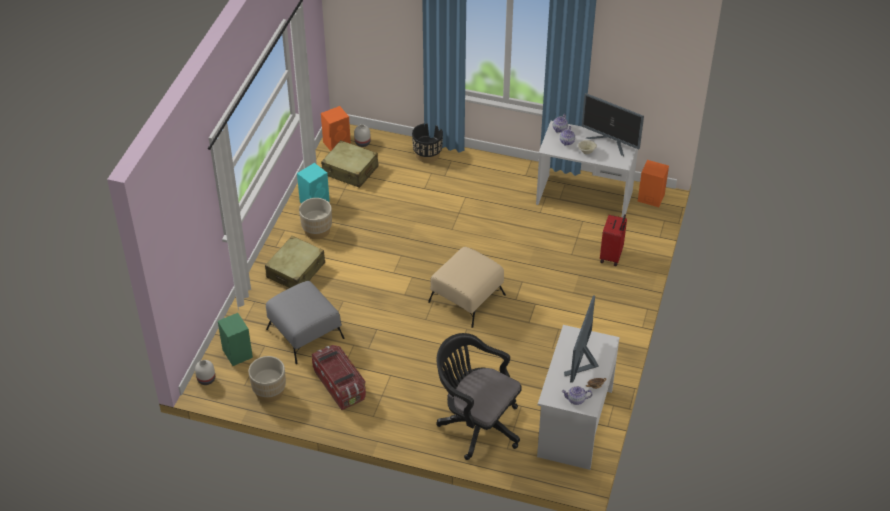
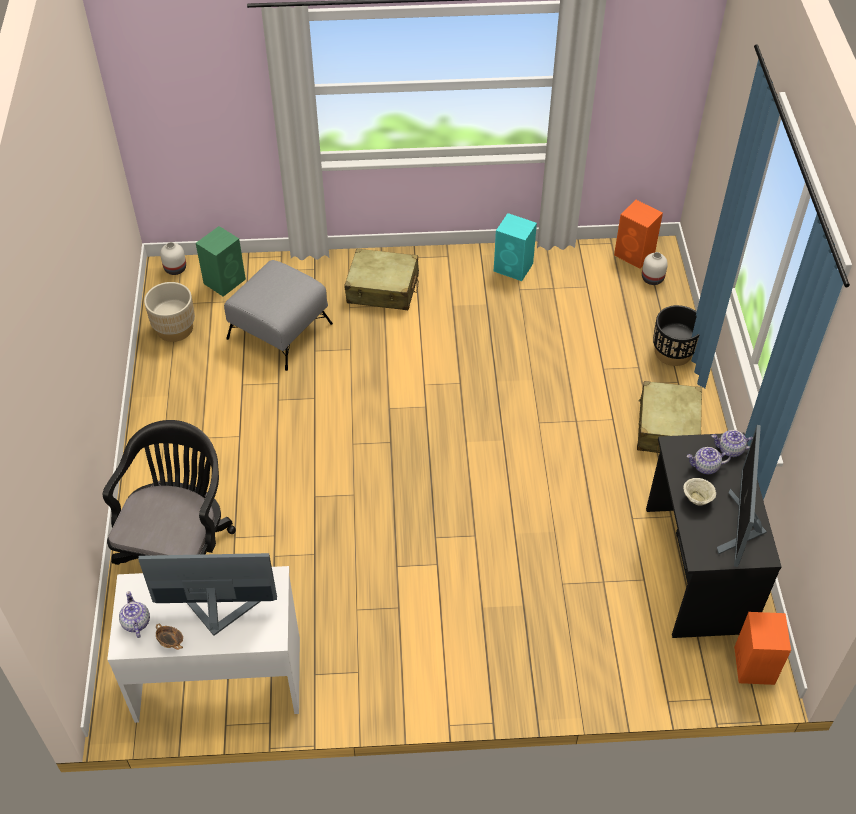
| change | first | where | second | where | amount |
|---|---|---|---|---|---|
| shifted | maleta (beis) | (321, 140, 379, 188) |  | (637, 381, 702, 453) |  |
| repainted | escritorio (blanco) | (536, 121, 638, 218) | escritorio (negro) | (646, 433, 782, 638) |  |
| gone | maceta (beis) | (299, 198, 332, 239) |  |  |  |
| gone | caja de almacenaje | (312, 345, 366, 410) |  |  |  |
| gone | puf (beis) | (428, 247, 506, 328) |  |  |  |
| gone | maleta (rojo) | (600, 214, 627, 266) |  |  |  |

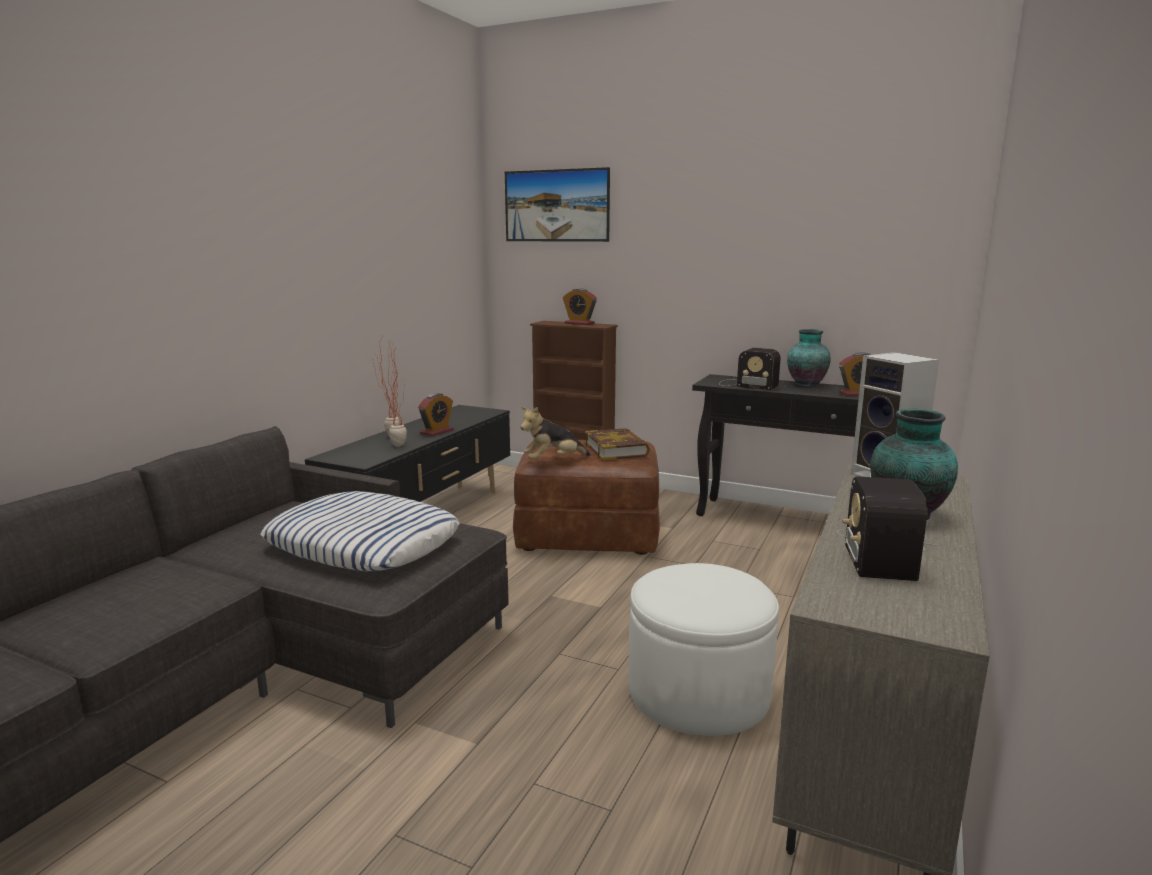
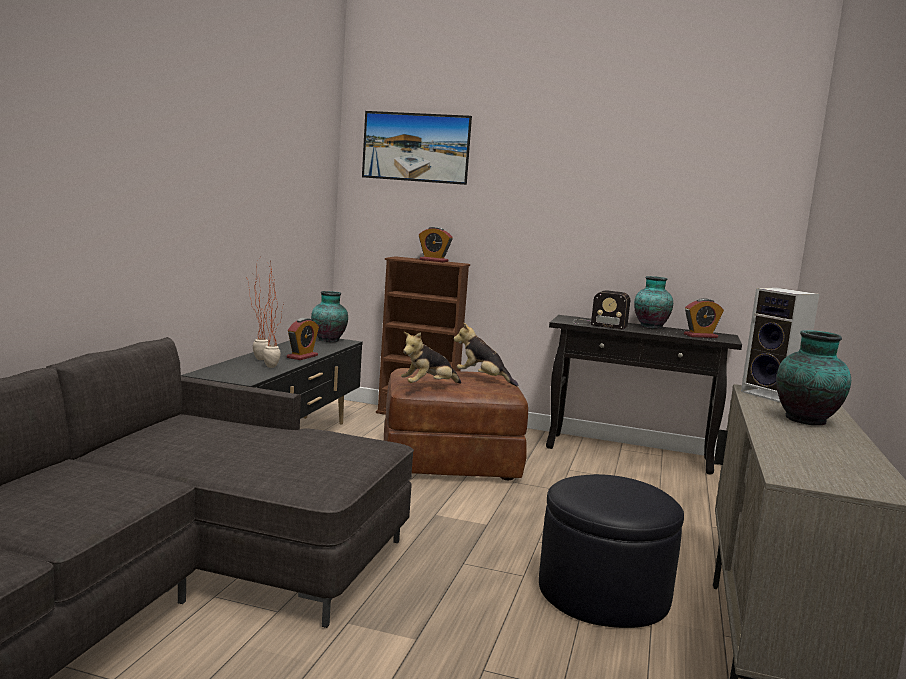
| change | first | where | second | where | amount |
|---|---|---|---|---|---|
| new |  |  | florero | (311, 291, 348, 342) |  |
| swapped | libro | (585, 428, 650, 460) | peluche | (454, 322, 518, 386) |  |
| repainted | puf (blanco) | (628, 563, 779, 736) | puf (negro) | (539, 474, 684, 628) |  |
| gone | cojín | (261, 491, 460, 571) |  |  |  |
| gone | radio | (837, 476, 938, 581) |  |  |  |

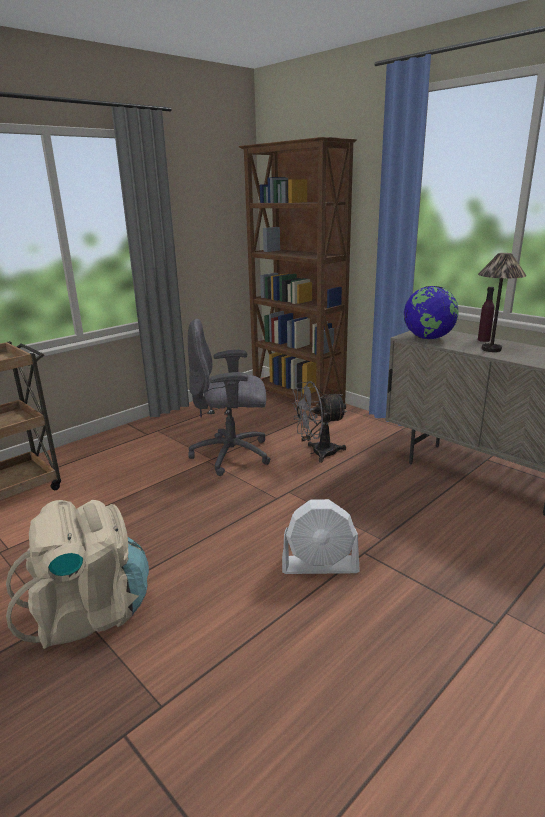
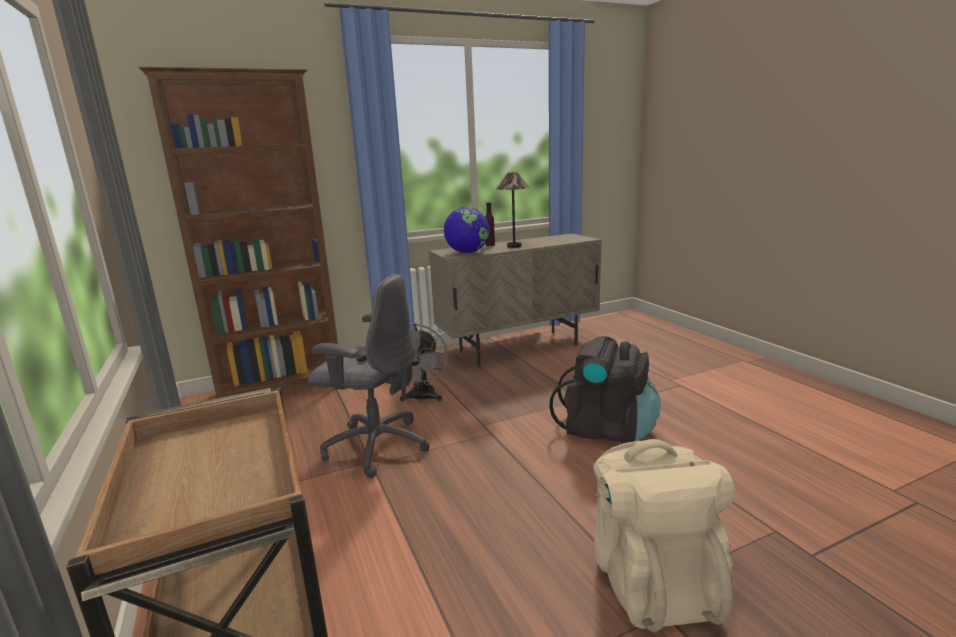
| change | first | where | second | where | amount |
|---|---|---|---|---|---|
| rotated | silla de oficina (gris) | (188, 319, 271, 476) |  | (308, 274, 430, 478) | 90 degrees counterclockwise |
| swapped | ventilador (blanco) | (282, 499, 360, 574) | mochila (negro) | (549, 336, 661, 444) |  |

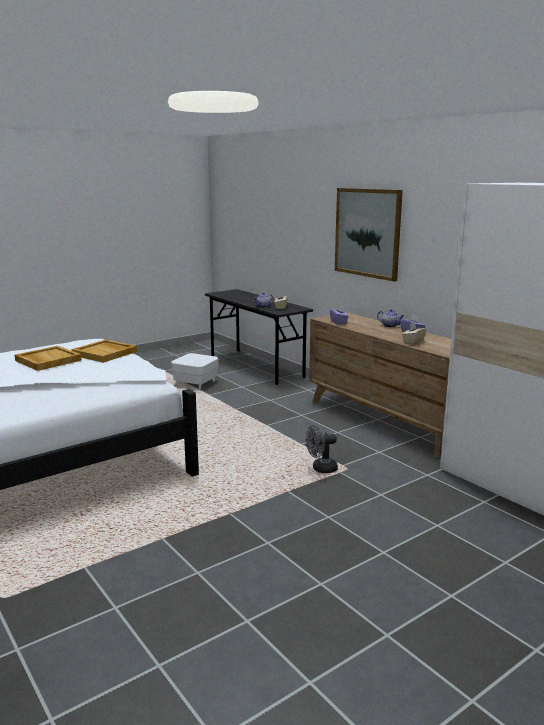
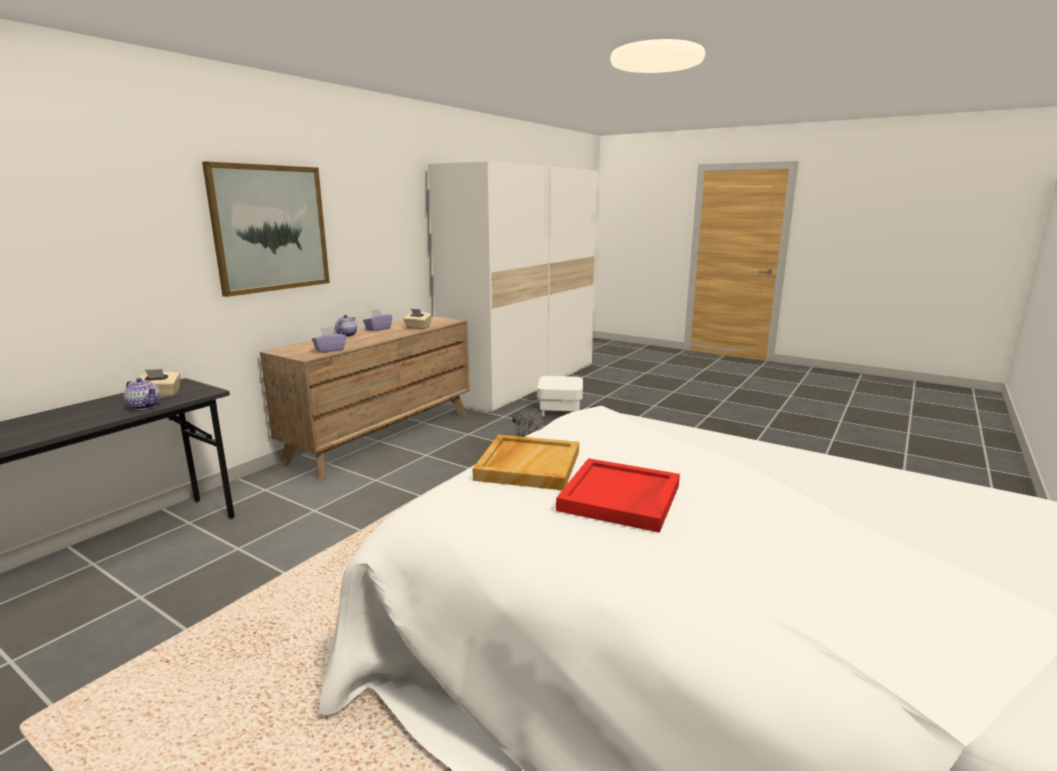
| change | first | where | second | where | amount |
|---|---|---|---|---|---|
| shifted | puf (blanco) | (171, 353, 218, 389) |  | (537, 376, 583, 416) |  |
| repainted | bandeja (beis) | (15, 346, 82, 371) | bandeja (rojo) | (556, 458, 680, 533) |  |

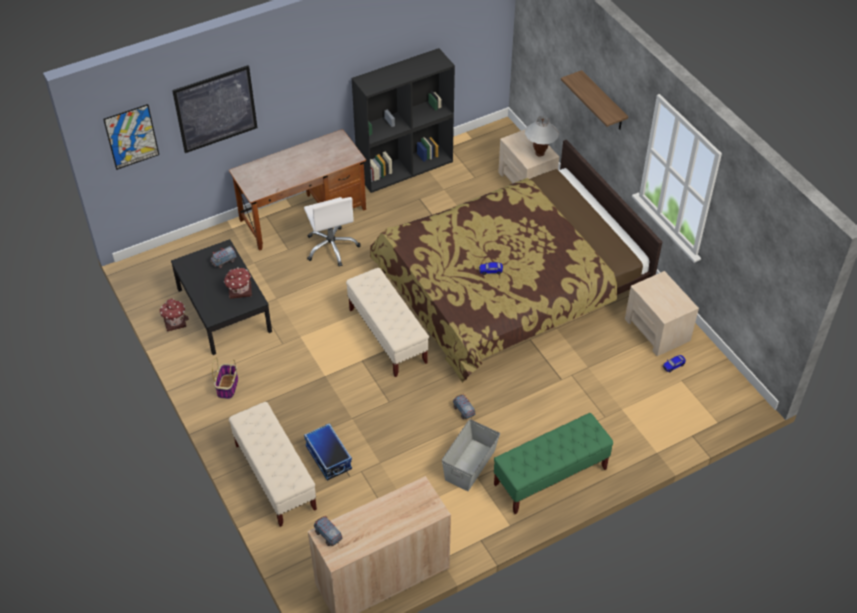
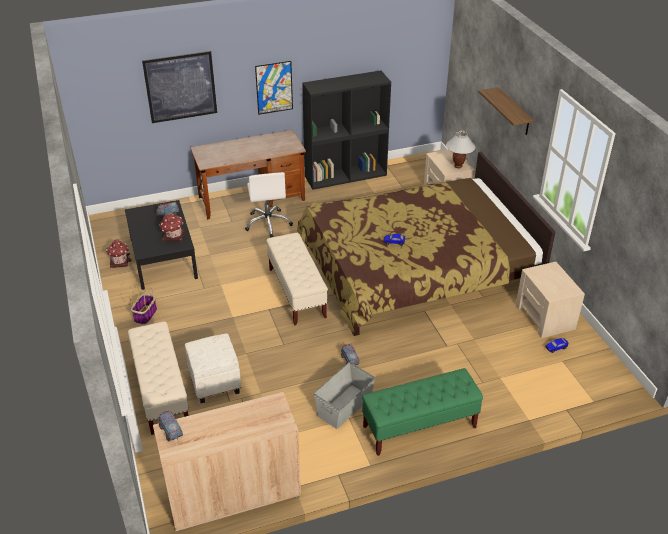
| change | first | where | second | where | amount |
|---|---|---|---|---|---|
| swapped | caja de almacenaje | (304, 423, 352, 481) | puf (blanco) | (185, 333, 241, 403) |  |
| shifted | cuadro | (103, 104, 159, 170) |  | (255, 61, 293, 115) |  |

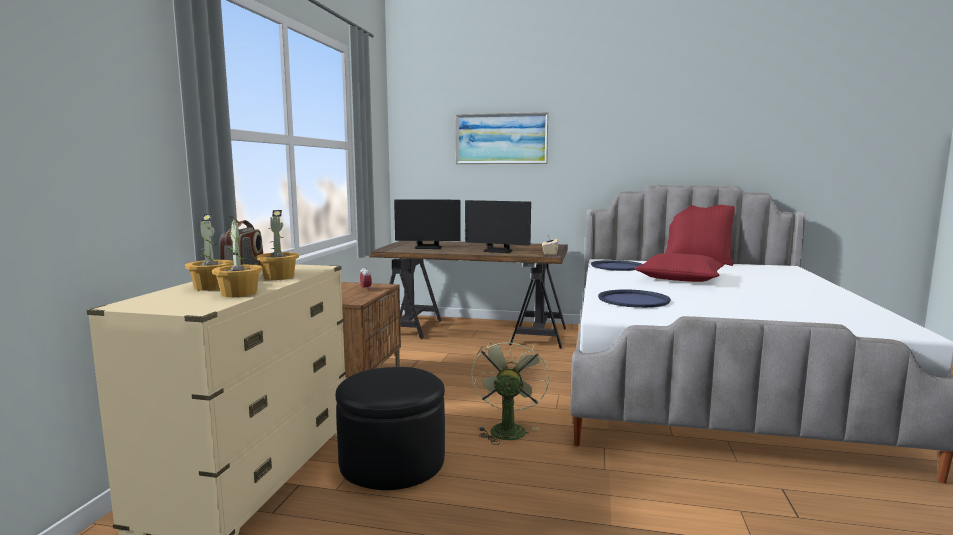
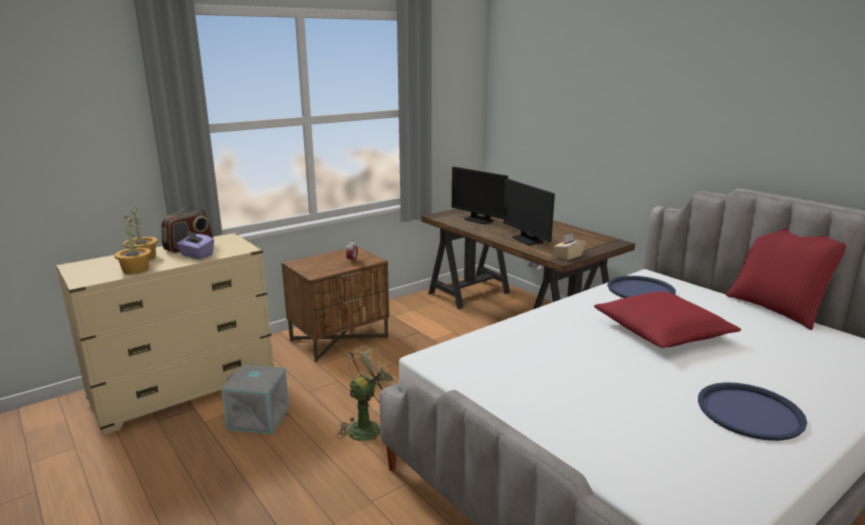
| change | first | where | second | where | amount |
|---|---|---|---|---|---|
| swapped | planta en maceta | (257, 210, 299, 280) | caja de pañuelos (morado) | (176, 231, 214, 259) |  |
| swapped | puf (negro) | (336, 367, 445, 490) | caja de almacenaje (gris) | (221, 365, 289, 434) |  |
| shifted | bandeja (azul) | (598, 289, 671, 308) |  | (698, 382, 807, 441) |  |
| gone | cuadro | (455, 112, 549, 164) |  |  |  |

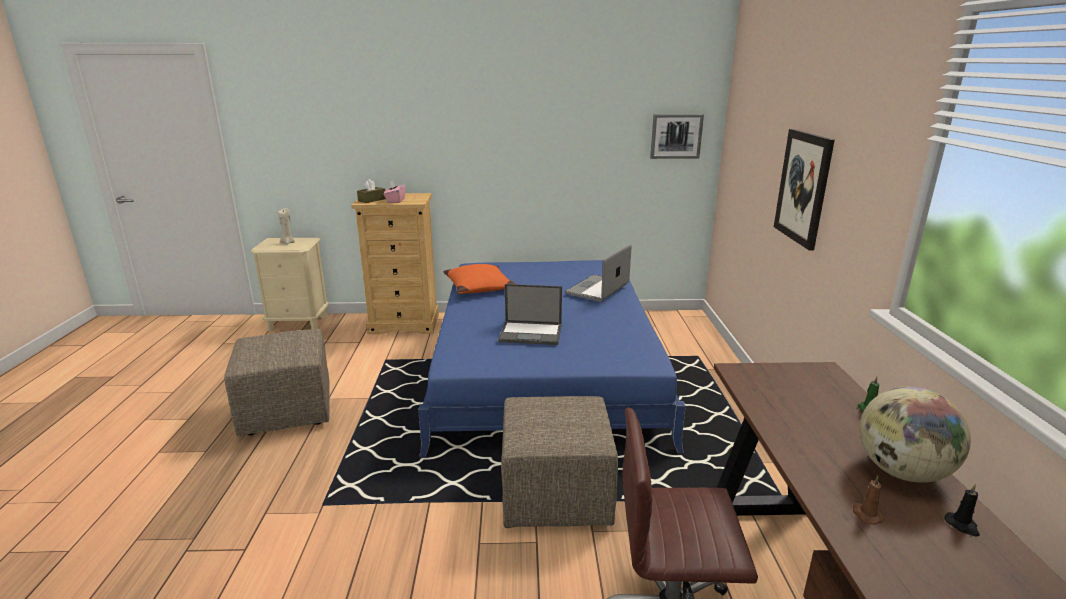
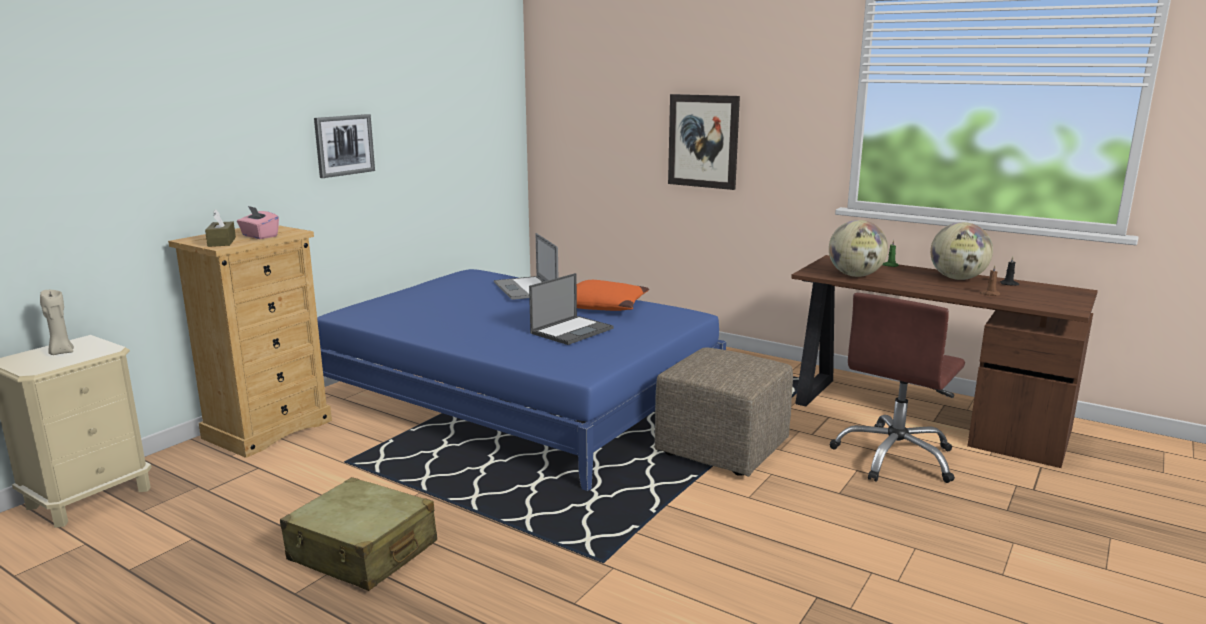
| change | first | where | second | where | amount |
|---|---|---|---|---|---|
| swapped | puf (beis) | (224, 329, 330, 437) | maleta (beis) | (280, 477, 437, 591) |  |
| shifted | cuadro | (650, 114, 704, 159) |  | (314, 114, 375, 178) |  |
| shifted | cojín (naranja) | (444, 264, 516, 294) |  | (577, 280, 649, 311) |  |
| new |  |  | globo terráqueo | (829, 220, 888, 277) |  |

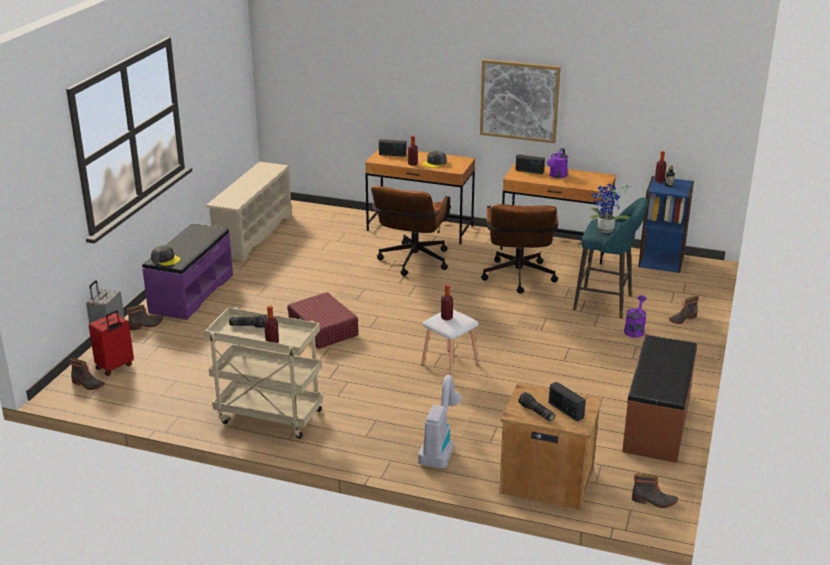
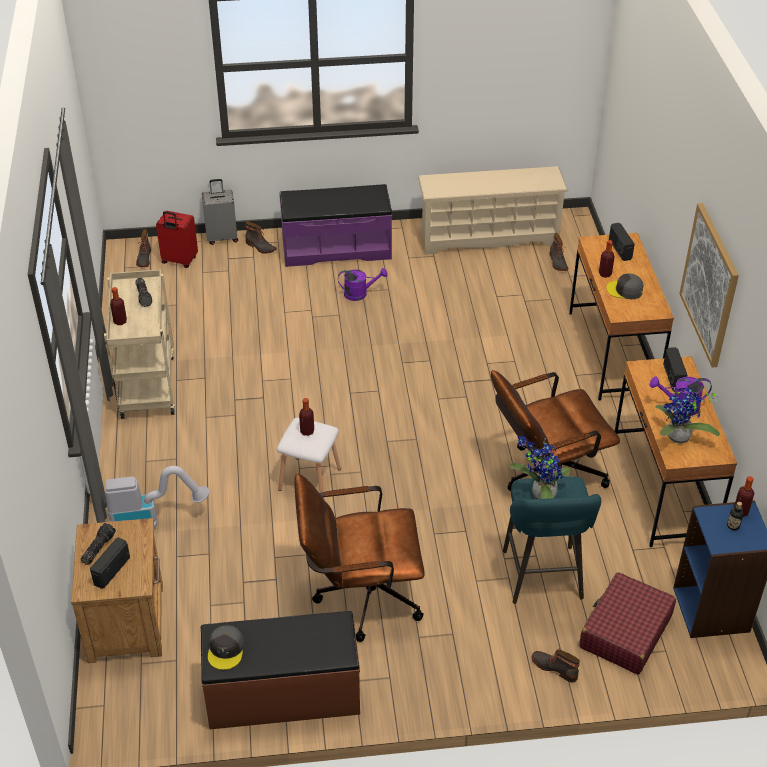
| change | first | where | second | where | amount |
|---|---|---|---|---|---|
| shifted | gorra (gris) | (151, 245, 180, 266) |  | (208, 625, 244, 670) |  |
| shifted | silla de oficina (marrón) | (371, 186, 451, 276) |  | (294, 473, 425, 642) |  |
| shifted | regadera (morado) | (624, 295, 647, 338) |  | (338, 268, 388, 301) |  |
| shifted | bota | (632, 474, 678, 508) |  | (549, 233, 568, 271) |  |
| shifted | maleta (rojo) | (287, 292, 358, 349) |  | (579, 572, 676, 674) |  |
| new |  |  | planta en maceta | (655, 387, 720, 444) |  |

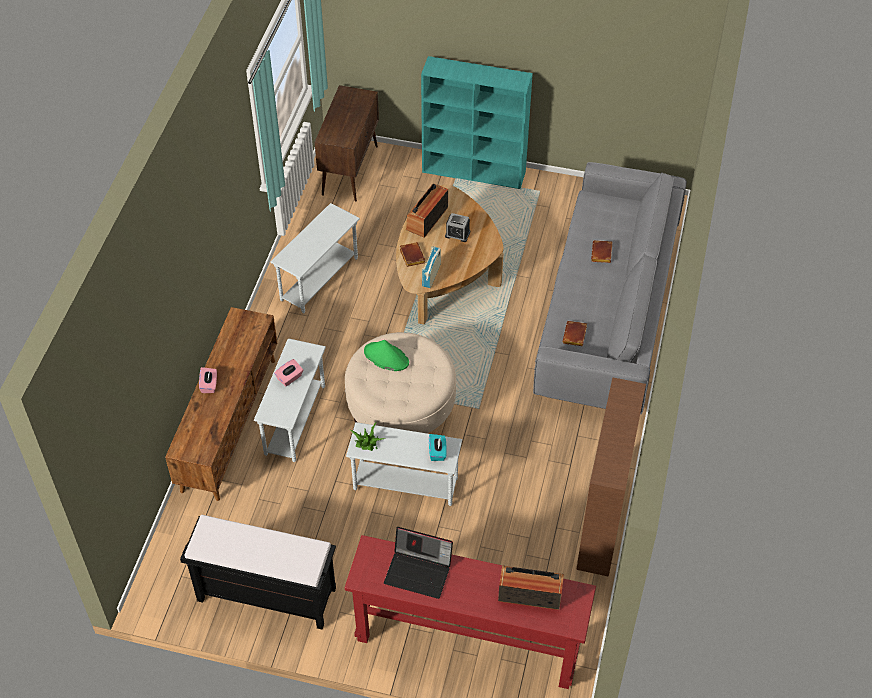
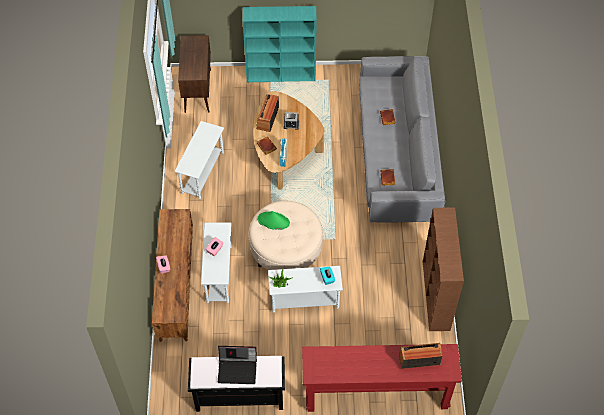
| change | first | where | second | where | amount |
|---|---|---|---|---|---|
| shifted | portátil | (384, 527, 453, 599) |  | (218, 346, 257, 384) |  |

